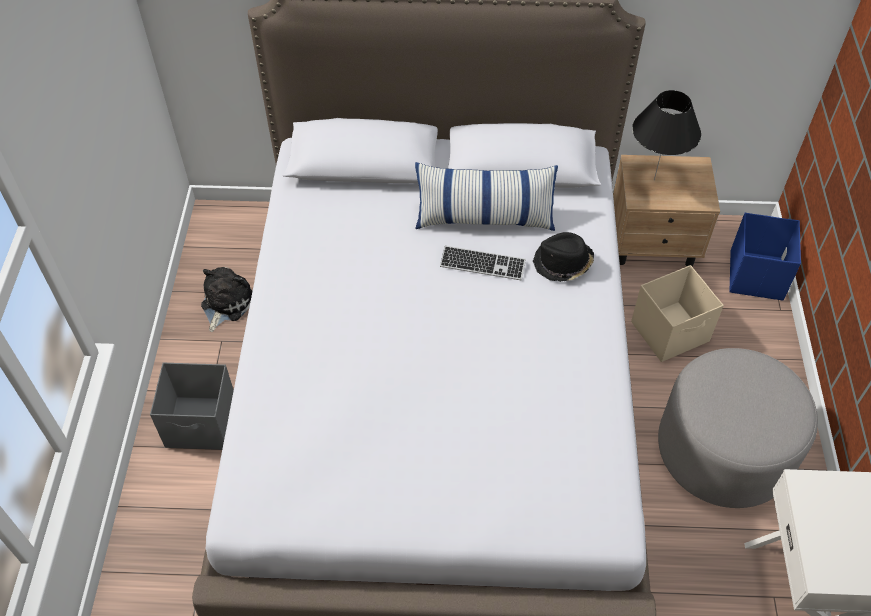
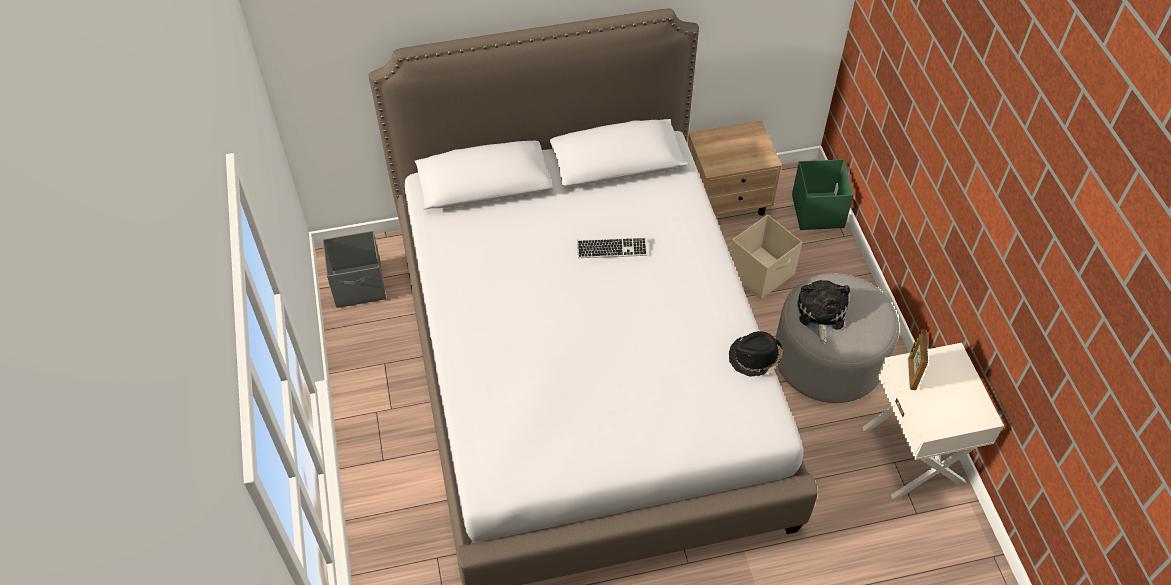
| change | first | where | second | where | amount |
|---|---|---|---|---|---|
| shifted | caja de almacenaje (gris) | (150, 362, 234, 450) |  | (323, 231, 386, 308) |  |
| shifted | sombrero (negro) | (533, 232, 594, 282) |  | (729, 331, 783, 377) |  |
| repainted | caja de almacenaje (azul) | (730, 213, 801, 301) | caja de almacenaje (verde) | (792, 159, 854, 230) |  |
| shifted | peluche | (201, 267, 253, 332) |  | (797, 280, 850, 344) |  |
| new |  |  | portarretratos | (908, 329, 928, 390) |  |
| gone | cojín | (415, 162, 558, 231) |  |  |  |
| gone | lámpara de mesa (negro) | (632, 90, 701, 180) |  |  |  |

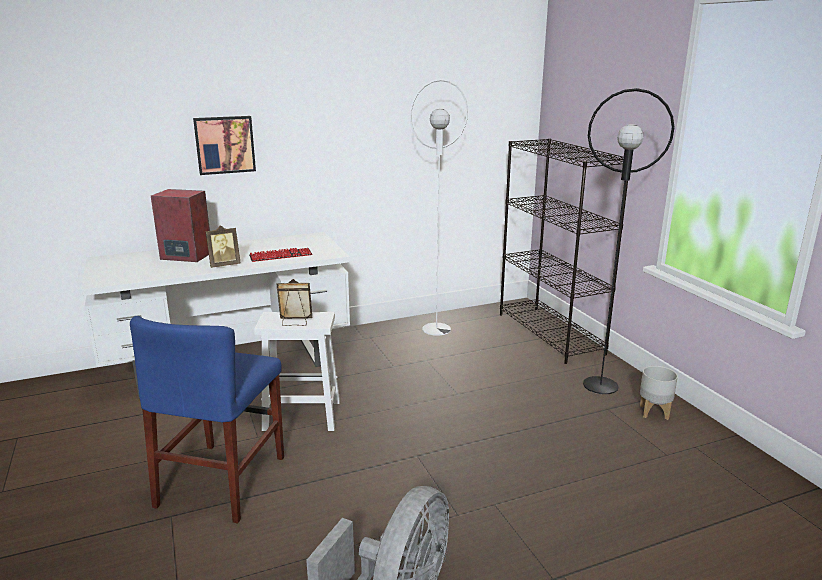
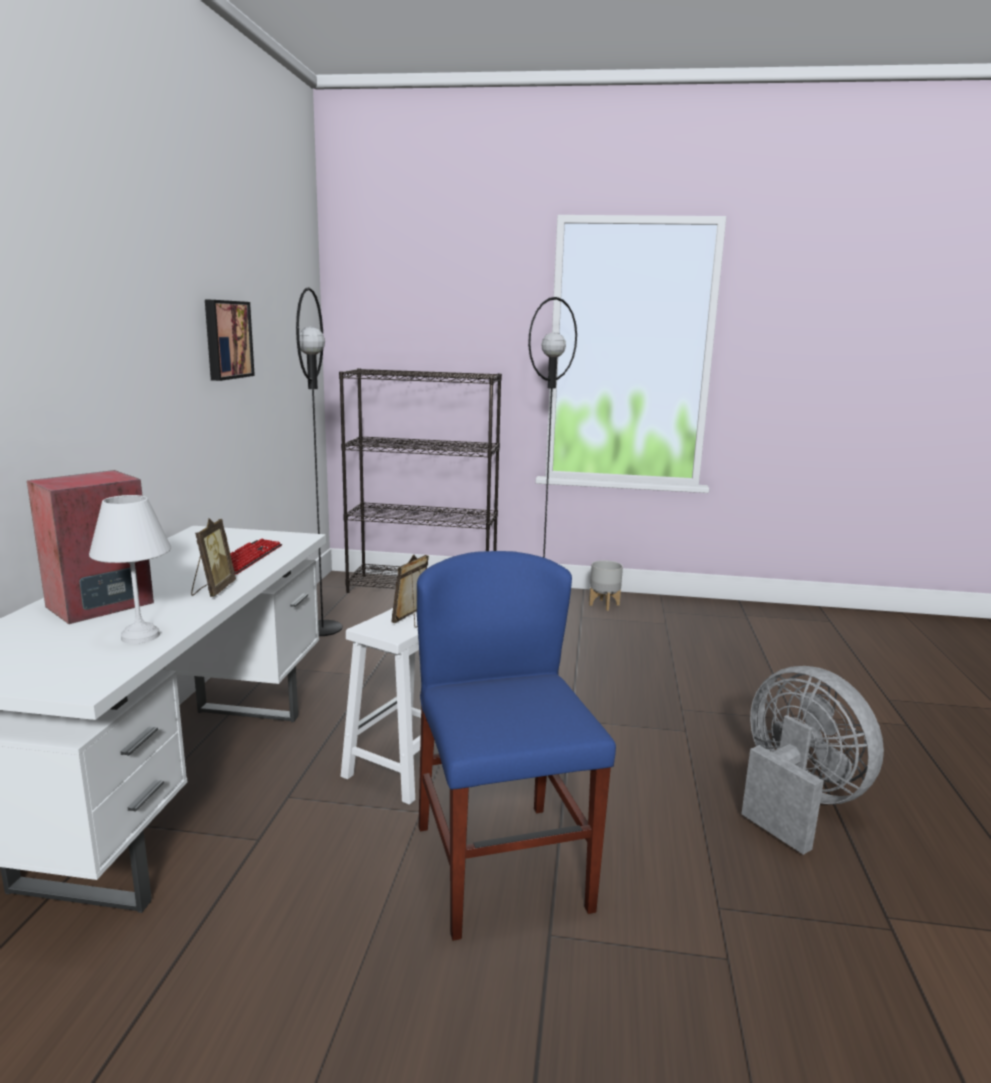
| change | first | where | second | where | amount |
|---|---|---|---|---|---|
| new |  |  | lámpara de mesa (blanco) | (89, 495, 171, 644) |  |
| shifted | cuadro | (193, 116, 256, 175) |  | (205, 299, 255, 381) |  |
| repainted | lámpara de pie (blanco) | (410, 79, 468, 336) | lámpara de pie (negro) | (296, 287, 342, 636) |  |
| rotated | silla (azul) | (130, 316, 284, 523) |  | (417, 551, 616, 941) | 150 degrees counterclockwise |

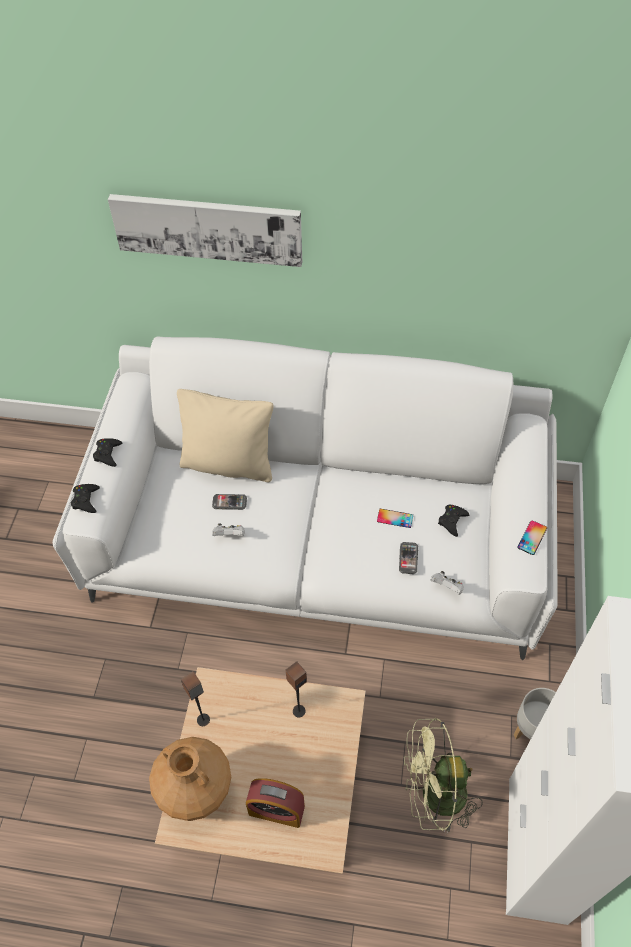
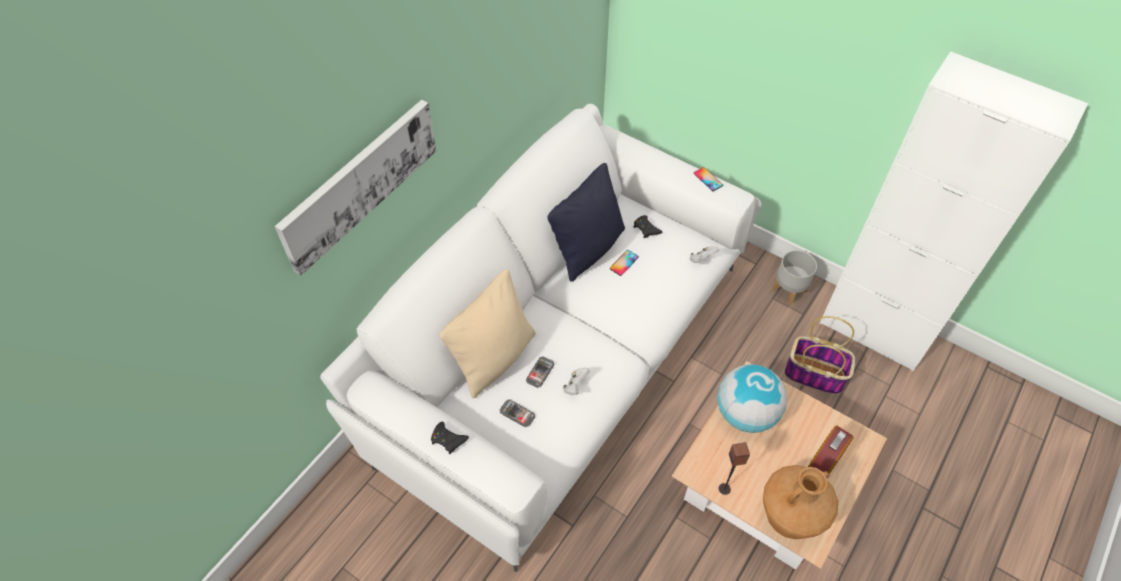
| change | first | where | second | where | amount |
|---|---|---|---|---|---|
| shifted | móvil | (399, 542, 418, 574) |  | (500, 399, 535, 427) |  |
| new |  |  | cojín (negro) | (548, 163, 625, 282) |  |
| swapped | altavoz | (286, 661, 307, 717) | globo terráqueo | (717, 364, 787, 433) |  |
| swapped | ventilador (verde) | (404, 718, 483, 834) | cesta | (784, 316, 855, 395) |  |
| gone | mando de consola (negro) | (71, 484, 100, 513) |  |  |  |

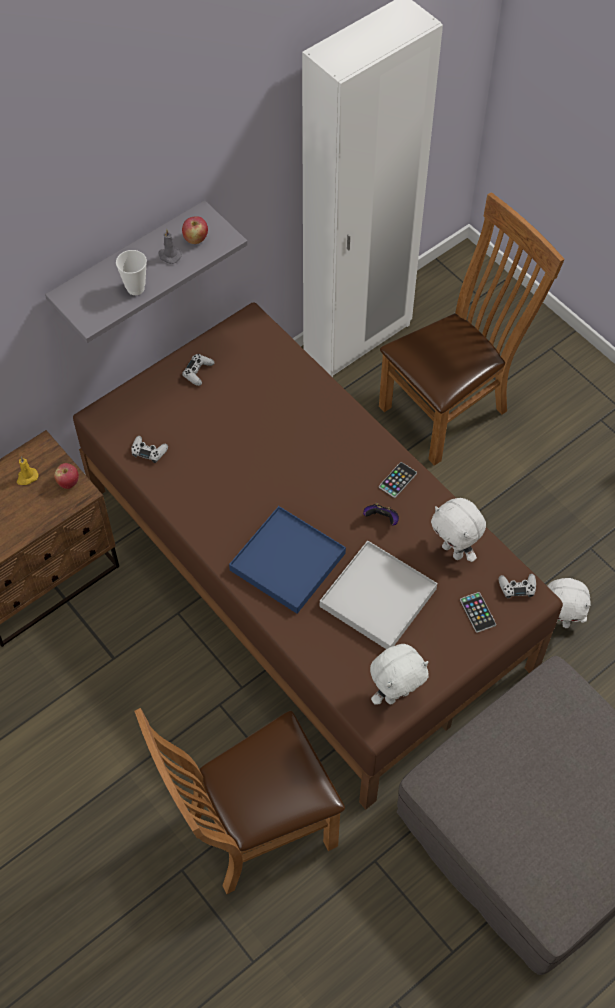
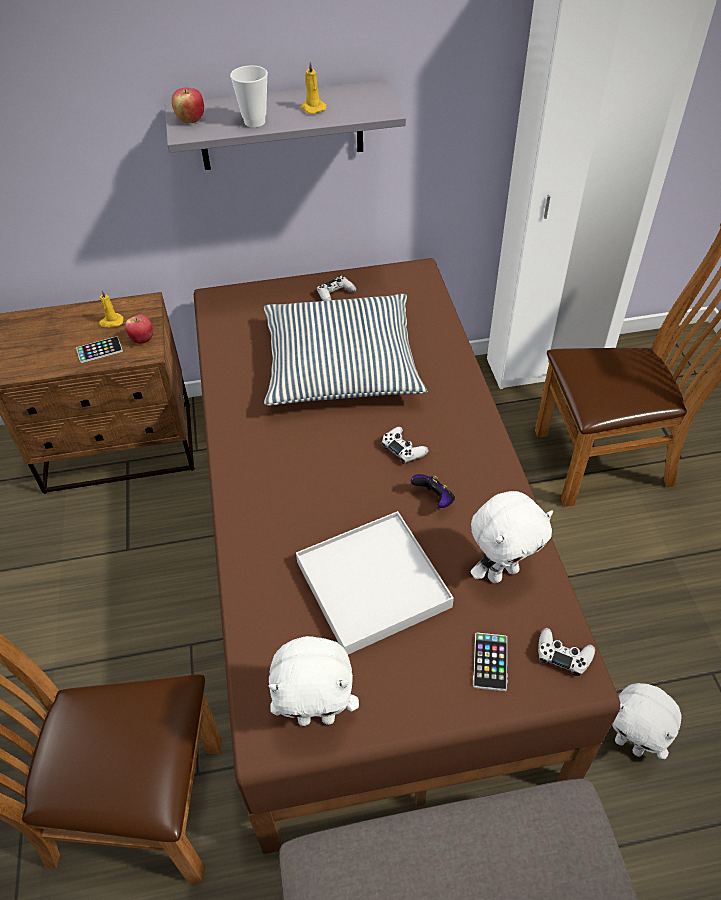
| change | first | where | second | where | amount |
|---|---|---|---|---|---|
| shifted | móvil | (379, 462, 417, 498) |  | (76, 336, 123, 363) |  |
| shifted | manzana | (182, 216, 208, 244) |  | (172, 87, 204, 123) |  |
| new |  |  | cojín | (264, 294, 427, 406) |  |
| repainted | vela (gris) | (158, 229, 182, 264) | vela (amarillo) | (301, 61, 326, 114) |  |
| shifted | mando de consola (blanco) | (131, 436, 168, 463) |  | (381, 427, 428, 464) |  |
| rotated | peluche (blanco) | (431, 498, 486, 562) |  | (471, 491, 553, 583) | 105 degrees counterclockwise |
| gone | bandeja (azul) | (229, 506, 346, 614) |  |  |  |

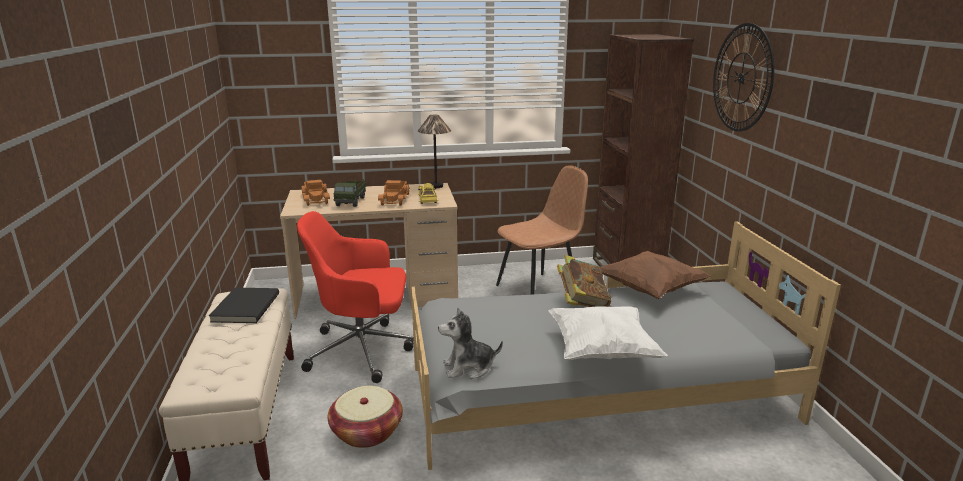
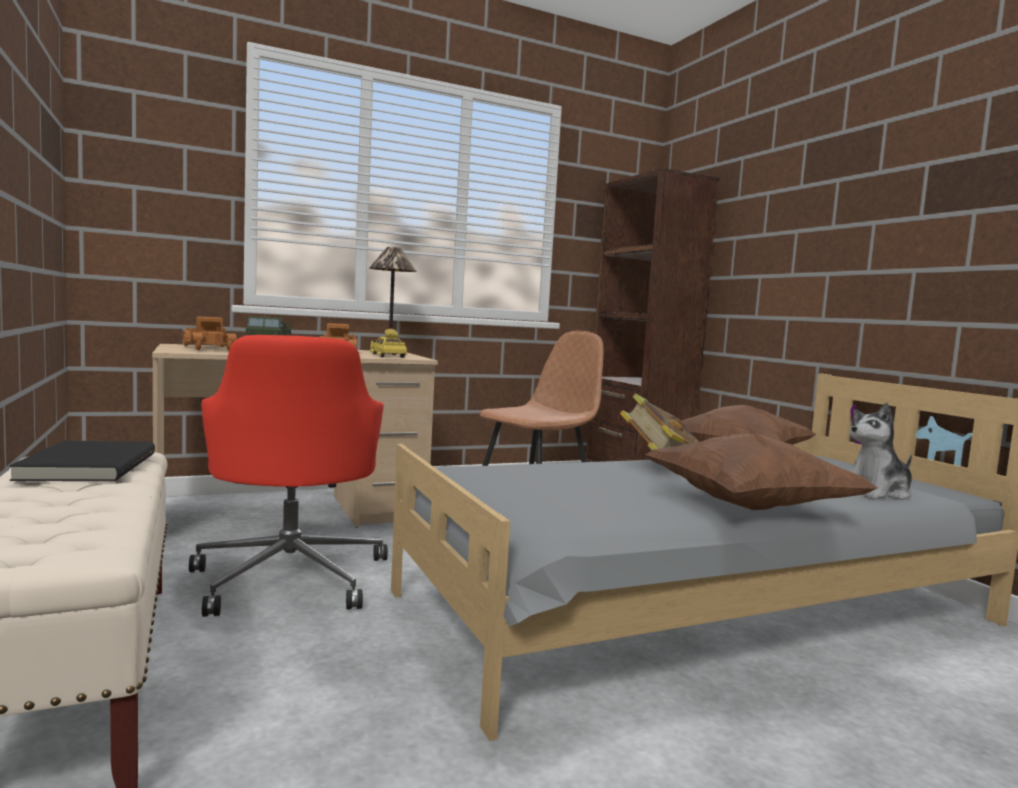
| change | first | where | second | where | amount |
|---|---|---|---|---|---|
| rotated | silla de oficina (rojo) | (297, 211, 414, 383) |  | (189, 335, 388, 617) | 90 degrees counterclockwise |
| repainted | cojín (blanco) | (549, 306, 668, 360) | cojín (marrón) | (645, 434, 877, 510) |  |
| shifted | peluche | (438, 308, 503, 379) |  | (850, 403, 912, 500) |  |
| gone | cesta | (328, 386, 403, 448) |  |  |  |
| gone | reloj de pared | (713, 23, 774, 132) |  |  |  |

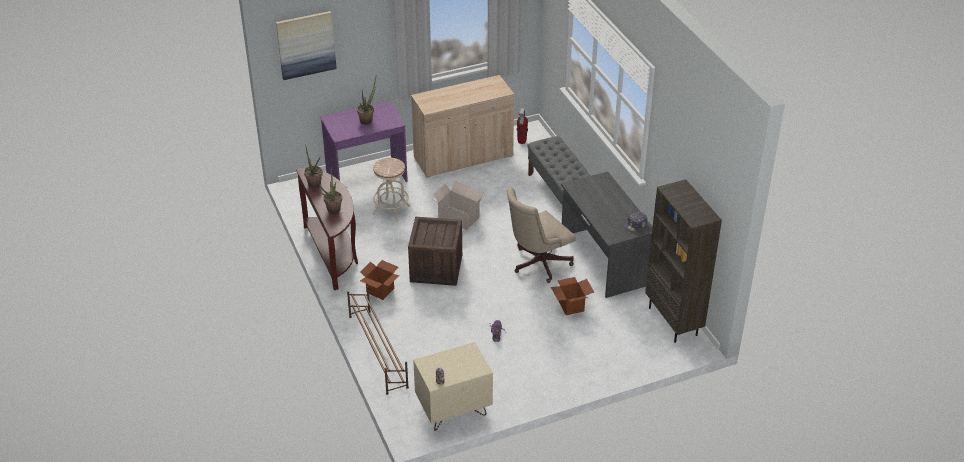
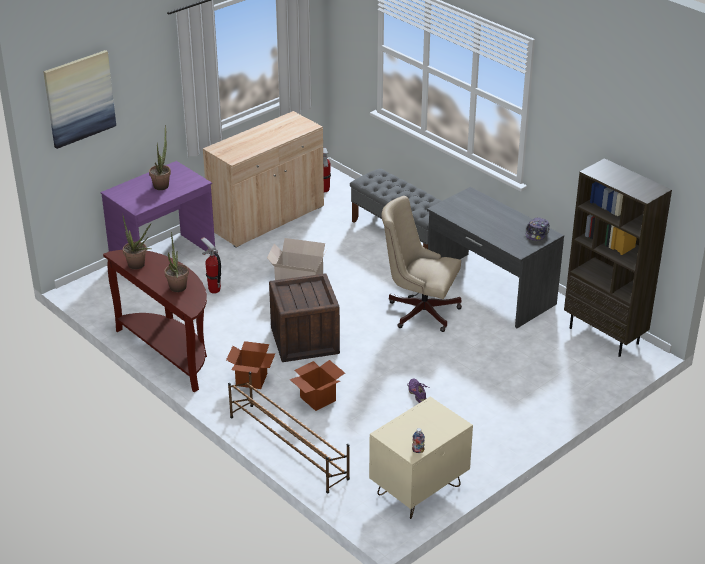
| change | first | where | second | where | amount |
|---|---|---|---|---|---|
| swapped | taburete (beis) | (373, 158, 410, 222) | extintor | (201, 237, 221, 294) |  |
| shifted | caja de cartón | (551, 277, 594, 315) |  | (290, 360, 345, 411) |  |
| rotated | silla de oficina (beis) | (507, 187, 576, 283) |  | (381, 196, 462, 332) | 75 degrees clockwise |

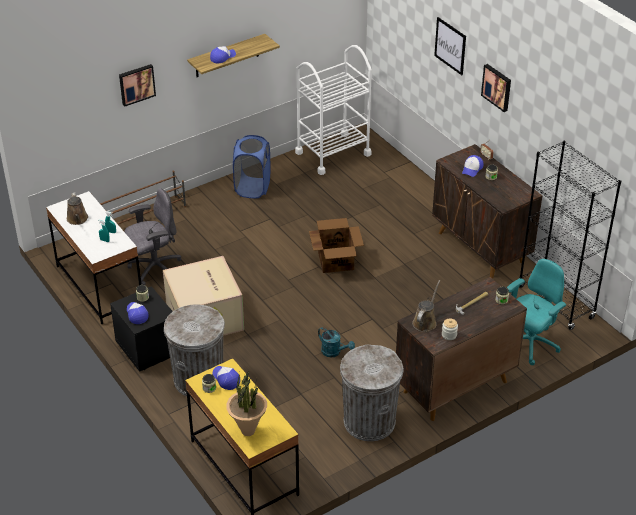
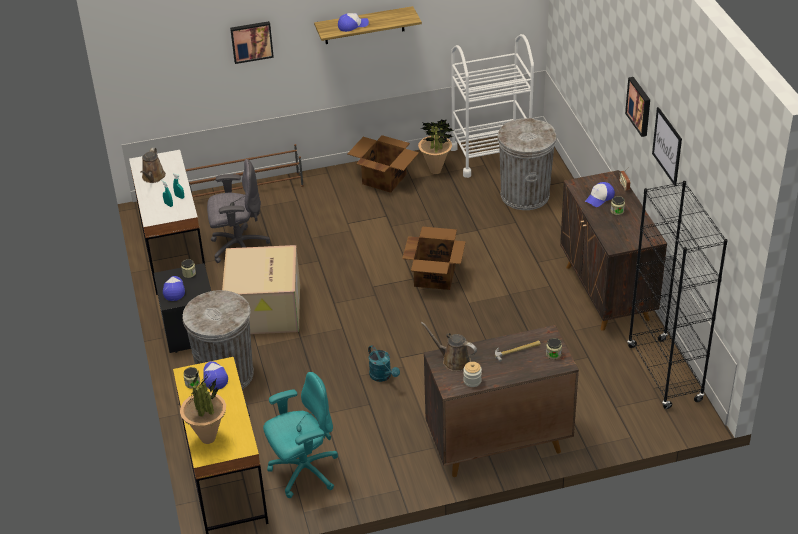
| change | first | where | second | where | amount |
|---|---|---|---|---|---|
| shifted | silla de oficina (turquesa) | (507, 259, 566, 365) |  | (263, 372, 338, 498) |  |
| swapped | cesto de la ropa (azul) | (233, 135, 271, 198) | caja de cartón | (347, 135, 419, 193) |  |
| new |  |  | planta en maceta | (418, 120, 455, 174) |  |
| rotated | regadera (marrón) | (412, 280, 440, 332) |  | (421, 322, 477, 371) | 105 degrees counterclockwise |
| shifted | papelera (gris) | (340, 344, 404, 441) |  | (497, 118, 557, 210) |  |
| shifted | cuadro | (434, 17, 466, 75) |  | (652, 107, 682, 186) |  |

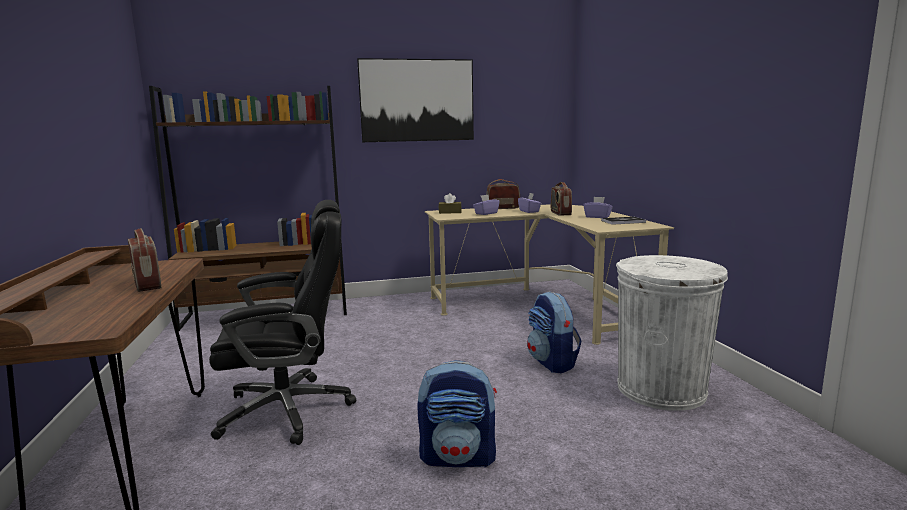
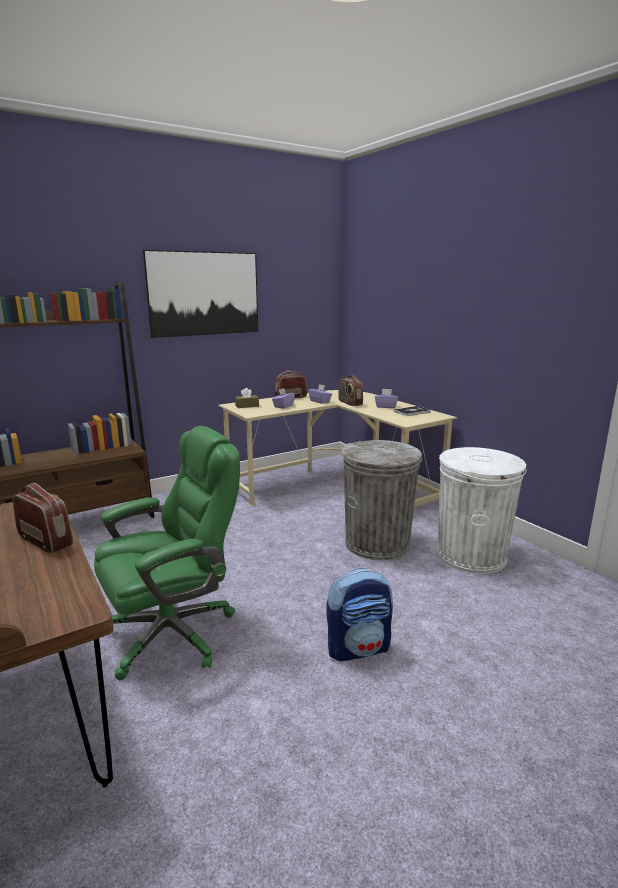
| change | first | where | second | where | amount |
|---|---|---|---|---|---|
| repainted | silla de oficina (negro) | (209, 200, 357, 445) | silla de oficina (verde) | (94, 426, 240, 680) |  |
| swapped | mochila | (527, 291, 581, 373) | papelera (gris) | (341, 440, 422, 560) |  |

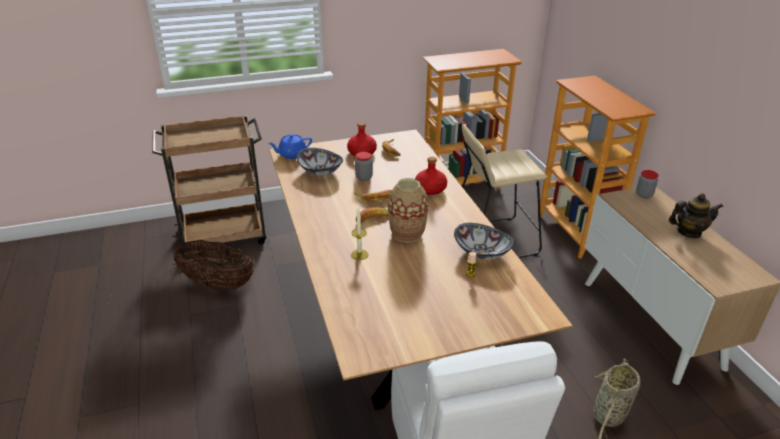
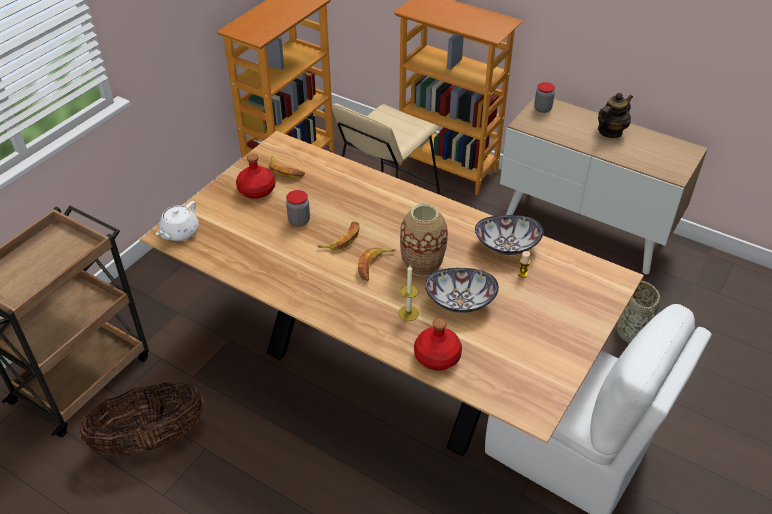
| change | first | where | second | where | amount |
|---|---|---|---|---|---|
| repainted | tetera (azul) | (268, 134, 312, 159) | tetera (blanco) | (156, 201, 199, 241) |  |
| shifted | botella (rojo) | (415, 157, 447, 195) |  | (414, 318, 462, 371) |  |
| shifted | cuenco | (296, 148, 343, 176) |  | (425, 268, 499, 313) |  |

